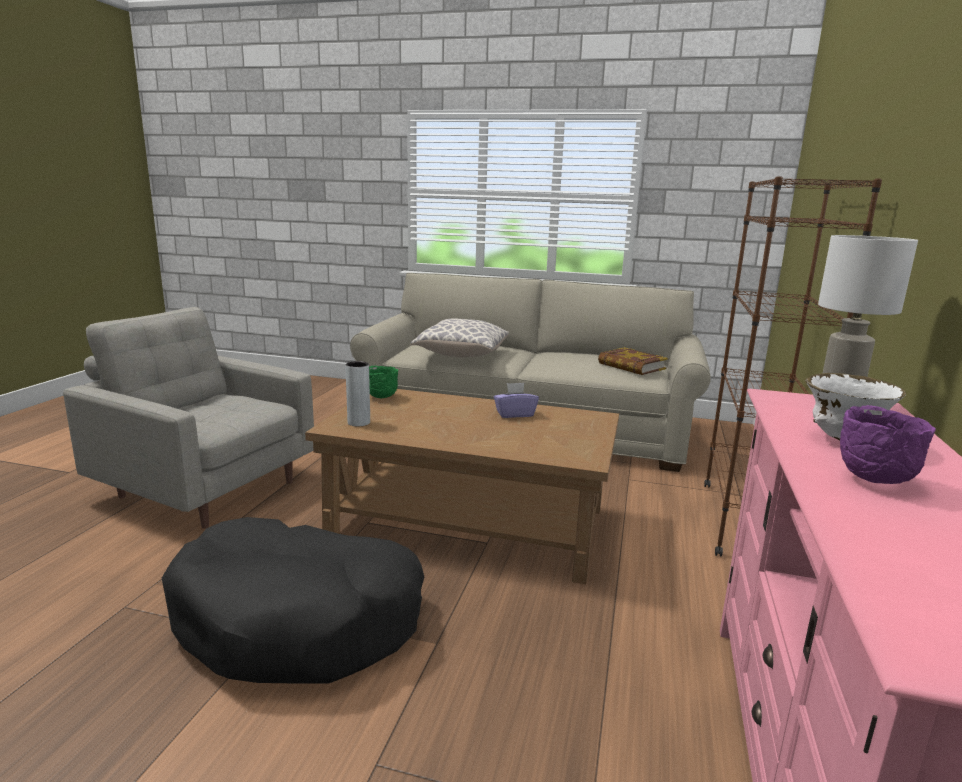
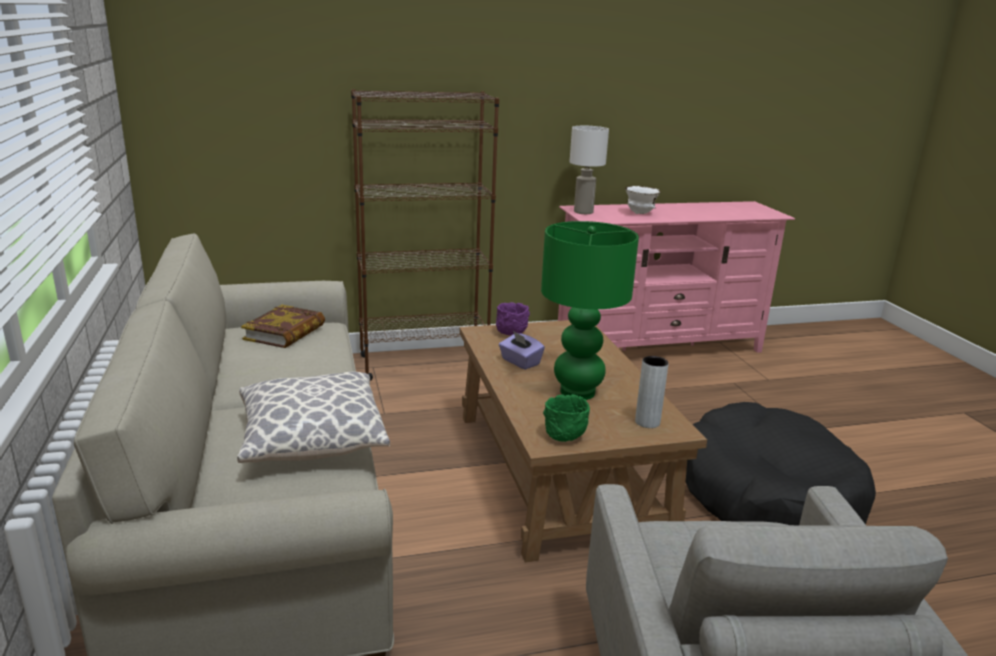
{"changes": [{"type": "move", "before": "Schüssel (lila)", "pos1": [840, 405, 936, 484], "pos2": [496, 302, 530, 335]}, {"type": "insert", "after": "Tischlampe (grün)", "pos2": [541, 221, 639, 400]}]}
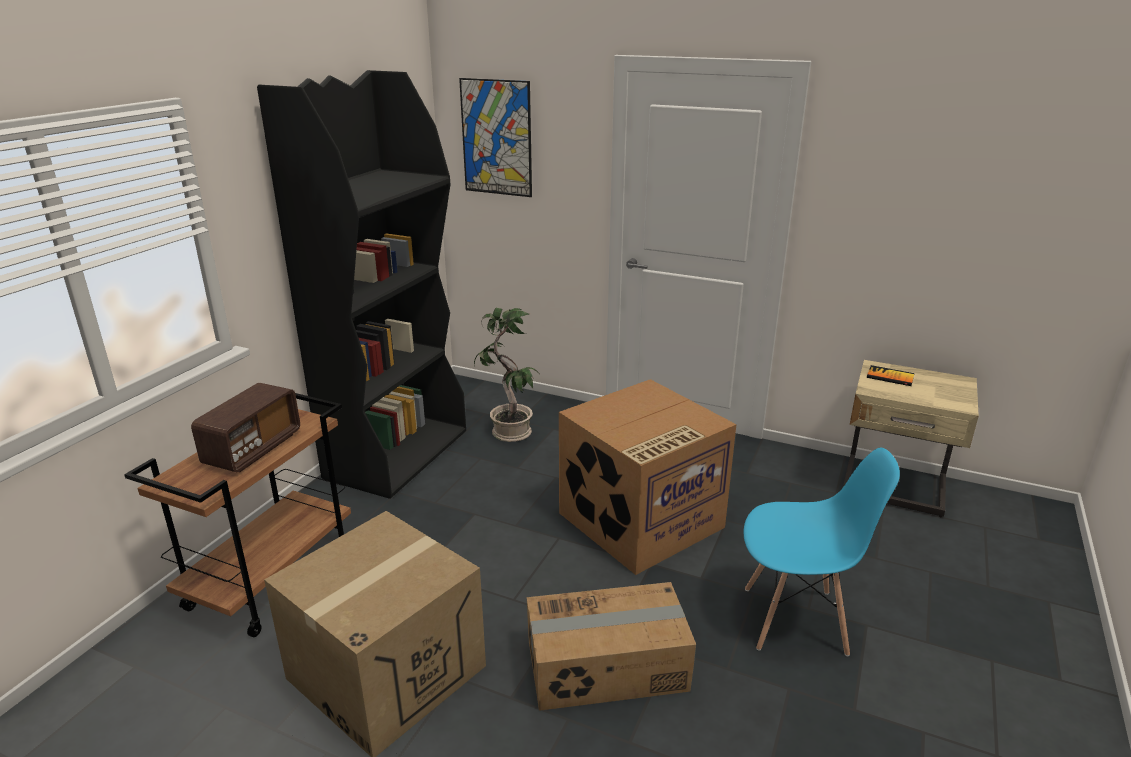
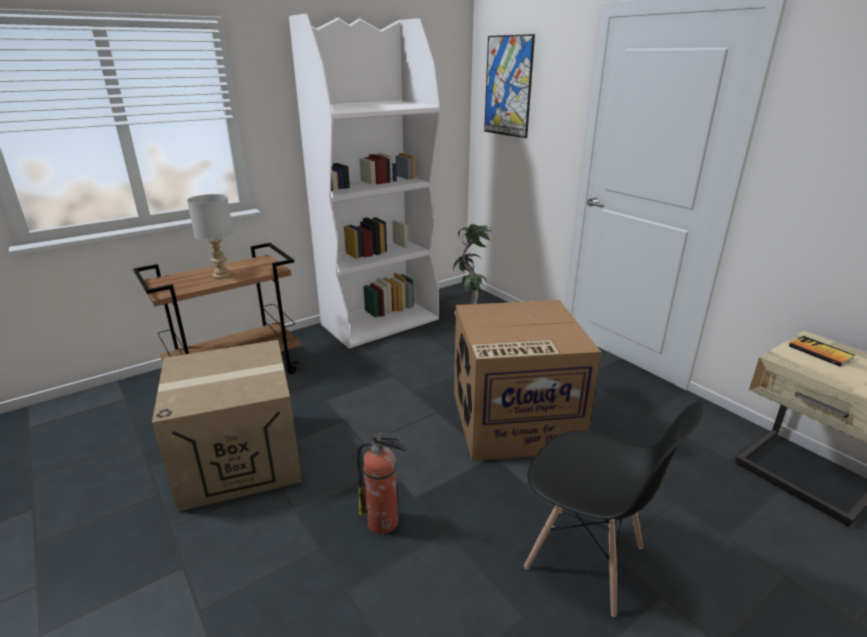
{"changes": [{"type": "replace", "before": "Radio", "after": "Tischlampe (grau)", "pos1": [191, 383, 300, 472], "pos2": [187, 194, 234, 279]}, {"type": "recolor", "before": "Bücherregal (schwarz)", "after": "Bücherregal (weiß)", "pos1": [257, 70, 466, 499], "pos2": [289, 14, 440, 349]}, {"type": "replace", "before": "Karton", "after": "Feuerlöscher", "pos1": [527, 582, 696, 711], "pos2": [356, 433, 407, 534]}, {"type": "recolor", "before": "Stuhl (blau)", "after": "Stuhl (schwarz)", "pos1": [744, 448, 900, 656], "pos2": [524, 401, 703, 617]}]}
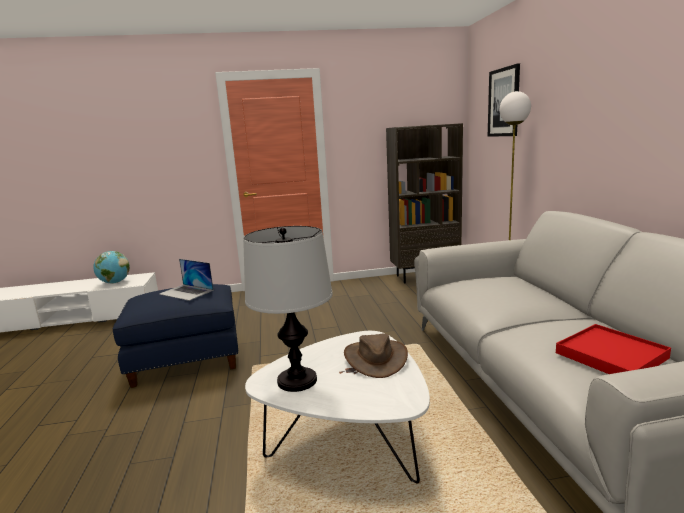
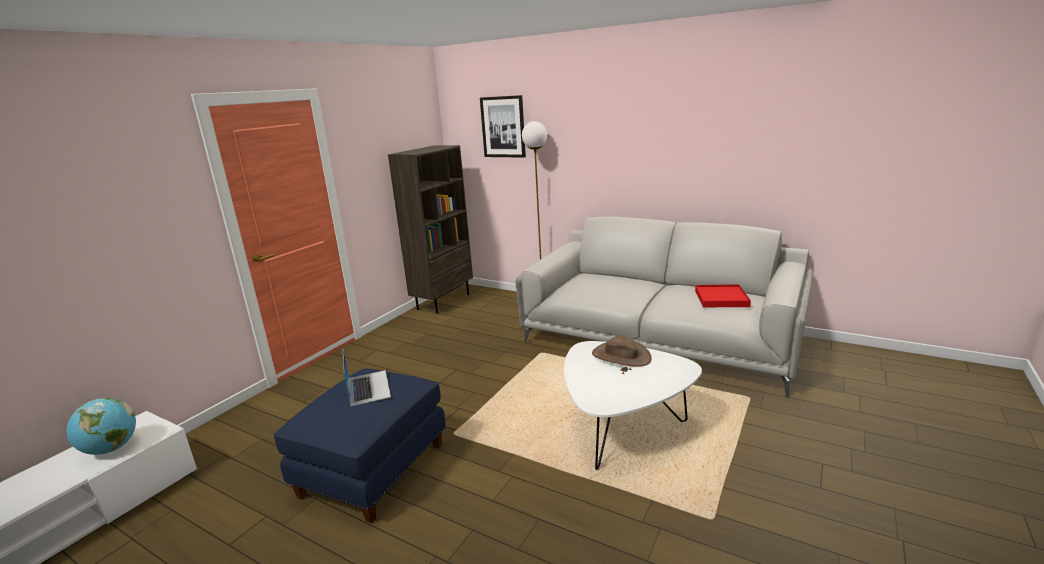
{"changes": [{"type": "rotate", "before": "Laptop", "pos1": [160, 259, 214, 301], "pos2": [343, 350, 391, 407], "turn": -90}, {"type": "delete", "before": "Tischlampe", "pos1": [243, 226, 333, 392]}]}
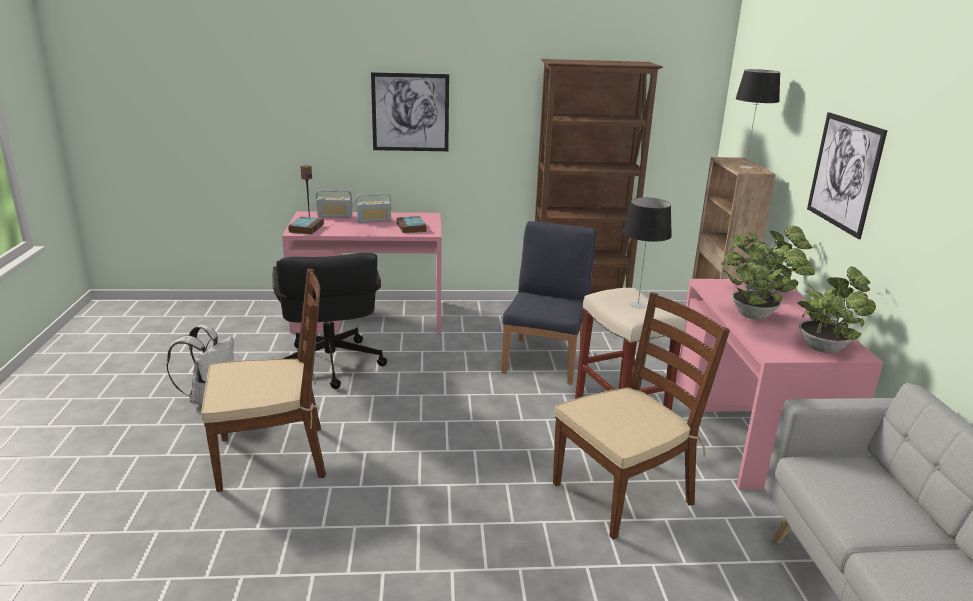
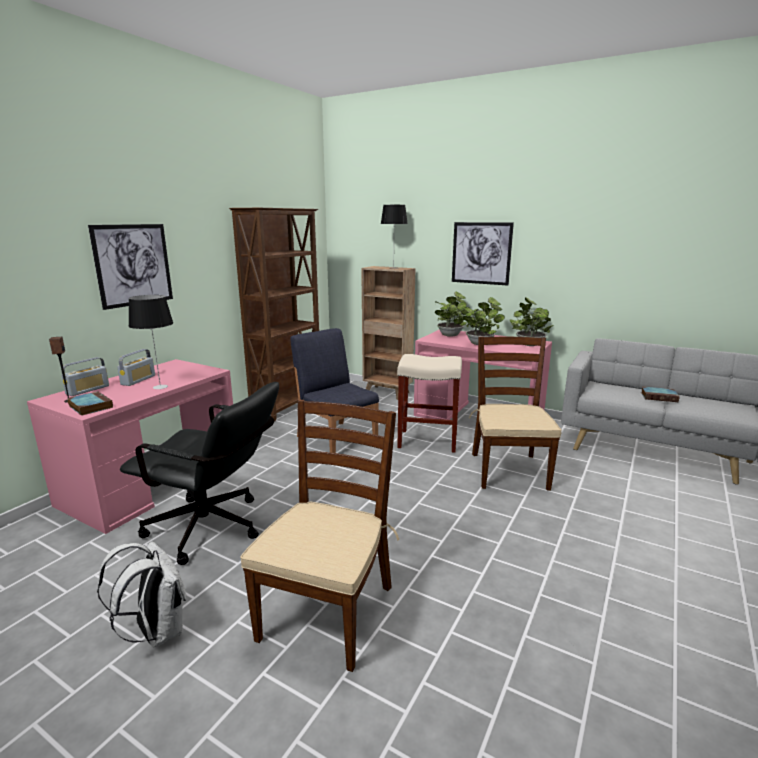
{"changes": [{"type": "move", "before": "Buch", "pos1": [396, 216, 427, 233], "pos2": [641, 386, 680, 402]}, {"type": "move", "before": "Tischlampe", "pos1": [623, 197, 672, 308], "pos2": [129, 295, 173, 389]}]}
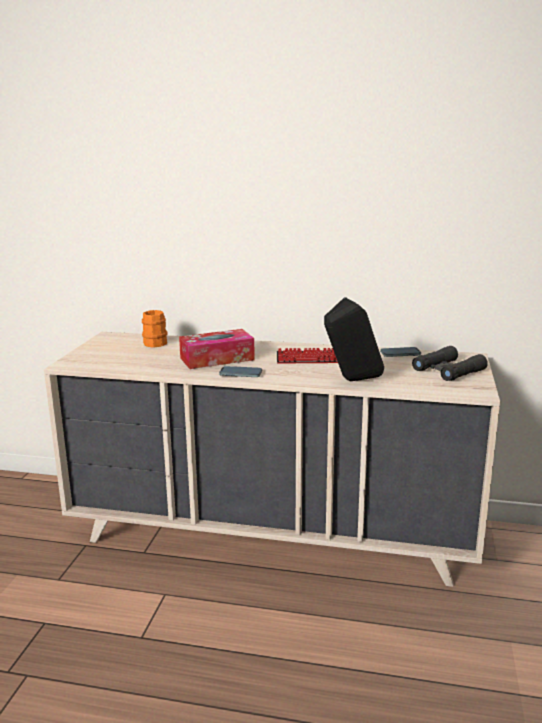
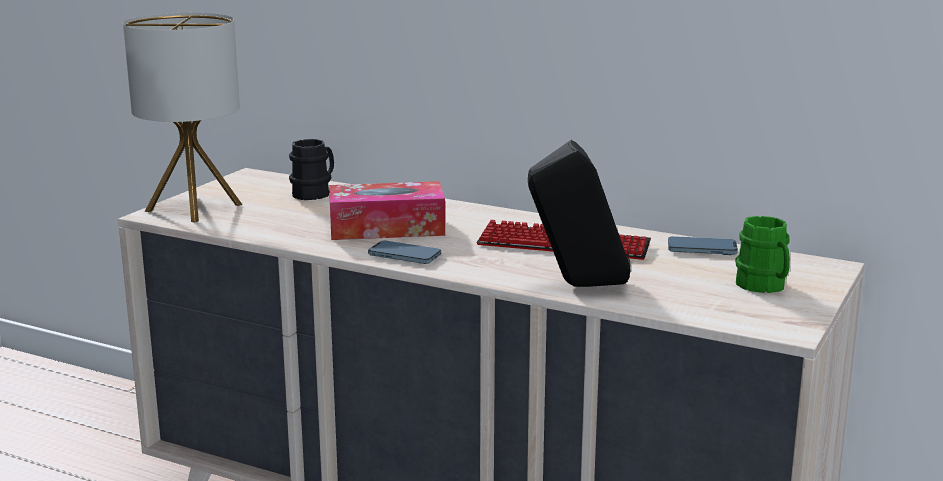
{"changes": [{"type": "recolor", "before": "Henkelbecher (orange)", "after": "Henkelbecher (schwarz)", "pos1": [142, 310, 167, 348], "pos2": [289, 139, 334, 200]}, {"type": "replace", "before": "Fernglas (schwarz)", "after": "Henkelbecher (grün)", "pos1": [412, 346, 488, 381], "pos2": [735, 216, 790, 293]}, {"type": "insert", "after": "Tischlampe", "pos2": [123, 13, 242, 223]}]}
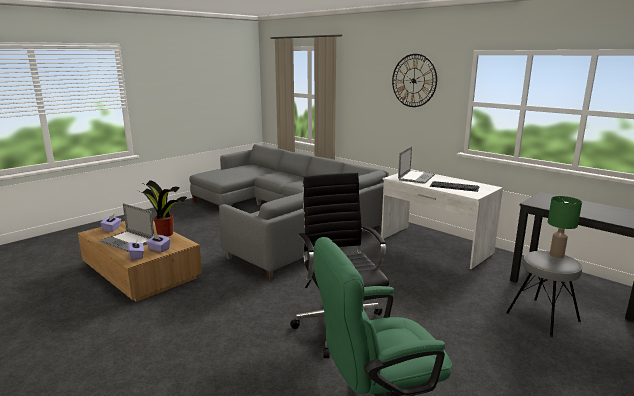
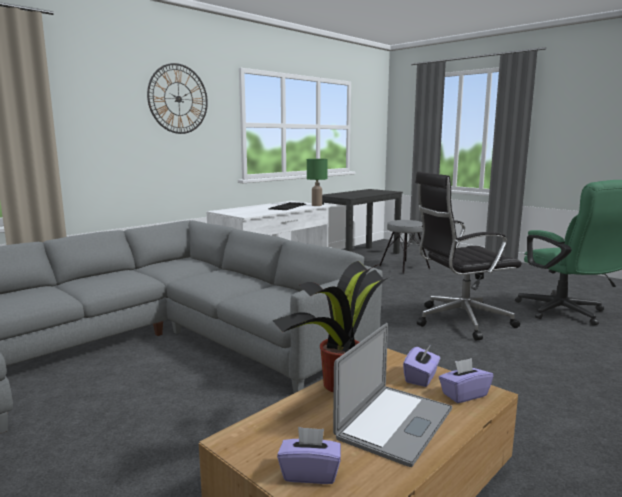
{"changes": [{"type": "delete", "before": "Laptop", "pos1": [398, 146, 435, 184]}, {"type": "move", "before": "Tischlampe (grün)", "pos1": [548, 196, 582, 258], "pos2": [307, 159, 328, 206]}]}
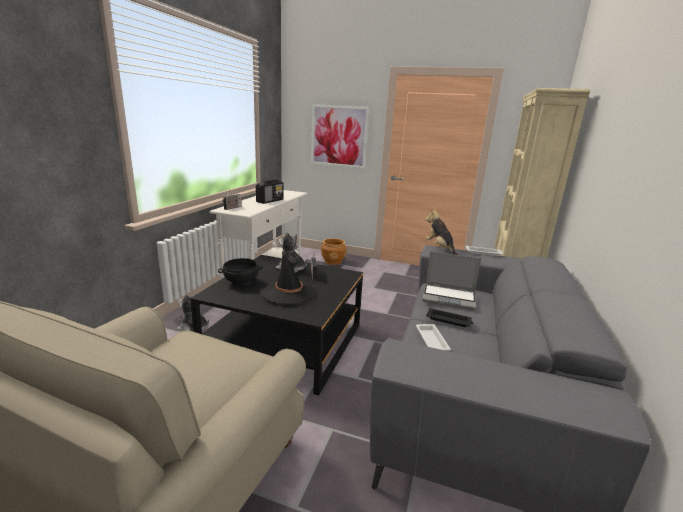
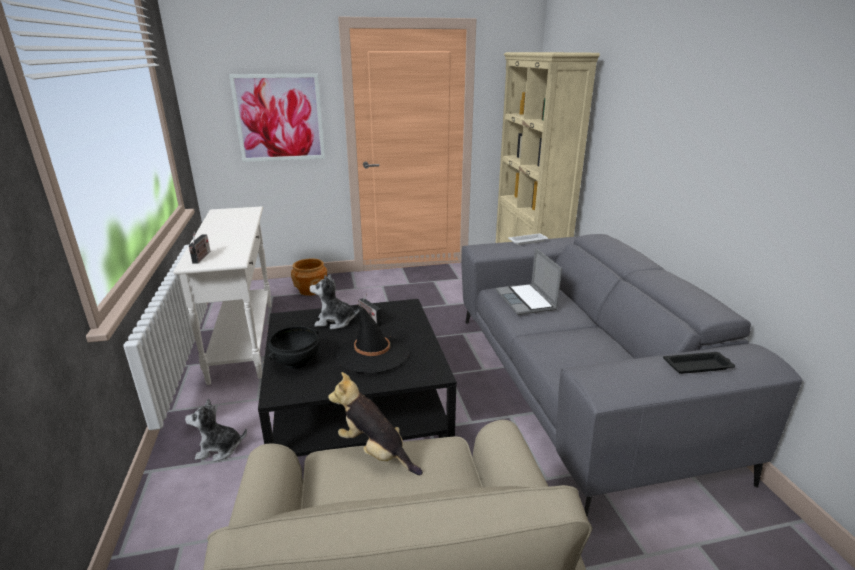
{"changes": [{"type": "delete", "before": "Radio", "pos1": [256, 179, 284, 204]}, {"type": "delete", "before": "Tablett (weiß)", "pos1": [416, 324, 451, 351]}, {"type": "rotate", "before": "Laptop", "pos1": [422, 251, 481, 310], "pos2": [496, 248, 562, 315], "turn": 90}, {"type": "move", "before": "Plüschtier", "pos1": [425, 209, 459, 255], "pos2": [328, 372, 423, 475]}, {"type": "move", "before": "Tablett (schwarz)", "pos1": [426, 308, 473, 327], "pos2": [663, 352, 735, 374]}]}
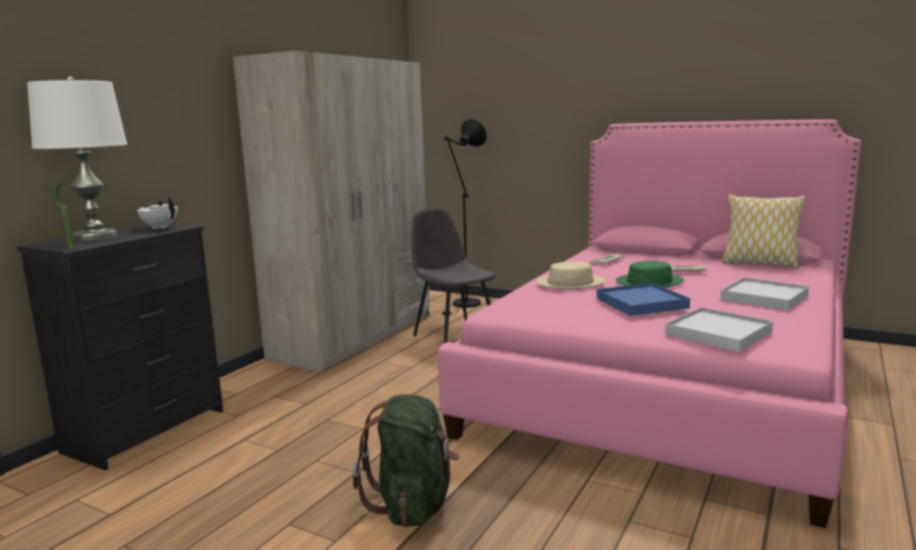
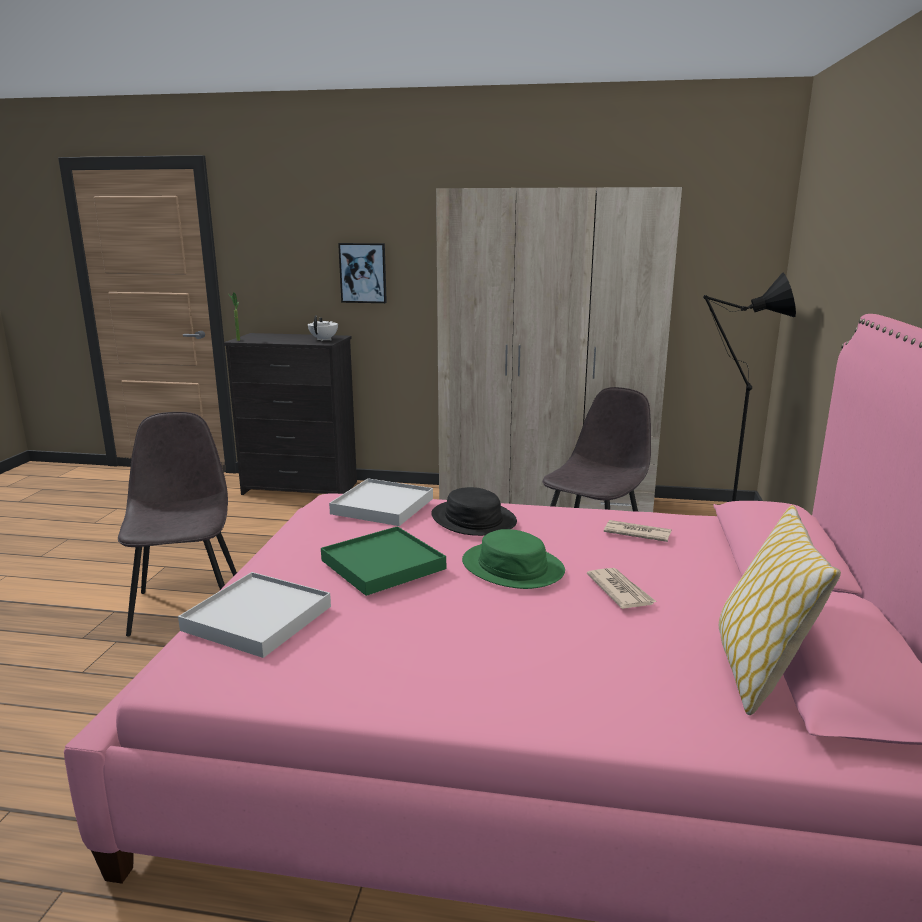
{"changes": [{"type": "delete", "before": "Tischlampe (weiß)", "pos1": [27, 76, 127, 241]}, {"type": "replace", "before": "Rucksack (grün)", "after": "Stuhl (grau)", "pos1": [353, 394, 459, 527], "pos2": [118, 412, 237, 636]}, {"type": "recolor", "before": "Hut (beige)", "after": "Hut (schwarz)", "pos1": [536, 262, 605, 289], "pos2": [431, 487, 517, 536]}, {"type": "recolor", "before": "Tablett (blau)", "after": "Tablett (grün)", "pos1": [597, 283, 690, 316], "pos2": [321, 526, 446, 596]}, {"type": "move", "before": "Tablett (weiß)", "pos1": [721, 277, 809, 310], "pos2": [329, 478, 433, 526]}, {"type": "insert", "after": "Bild", "pos2": [338, 243, 387, 303]}]}
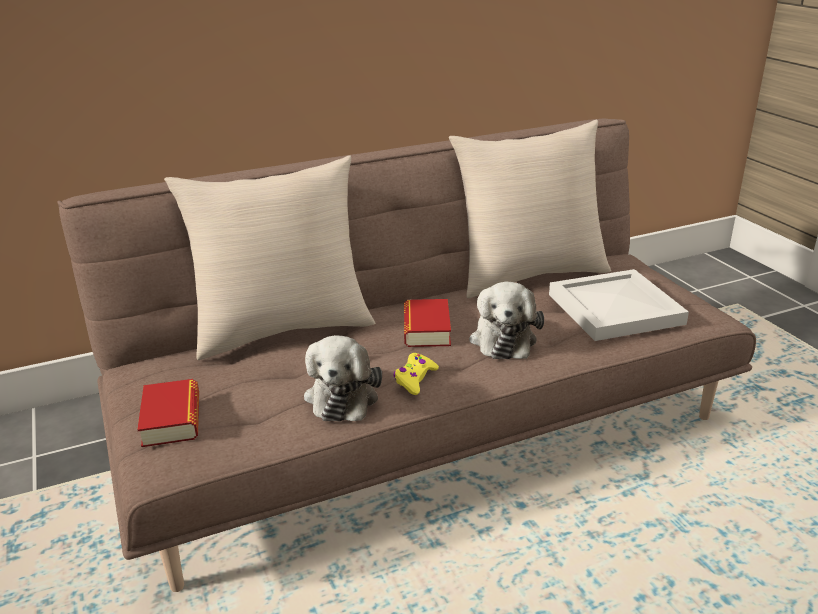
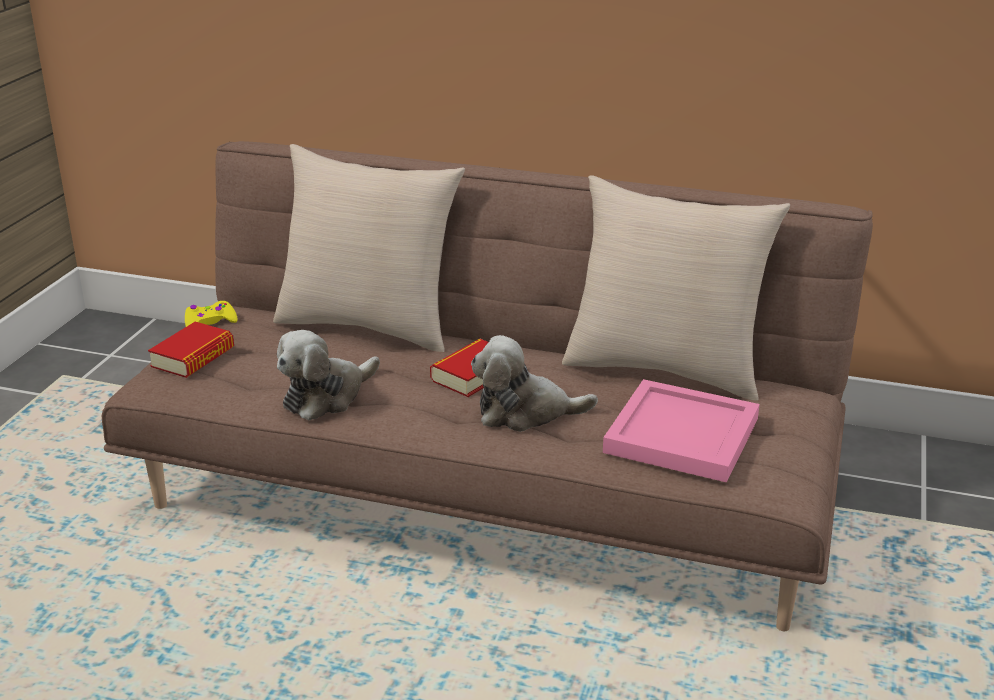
{"changes": [{"type": "move", "before": "Gamepad (gelb)", "pos1": [393, 353, 439, 395], "pos2": [185, 301, 238, 327]}, {"type": "rotate", "before": "Plüschtier", "pos1": [469, 282, 544, 359], "pos2": [471, 335, 598, 432], "turn": 45}, {"type": "recolor", "before": "Tablett (weiß)", "after": "Tablett (rosa)", "pos1": [549, 269, 689, 341], "pos2": [603, 379, 760, 483]}]}
